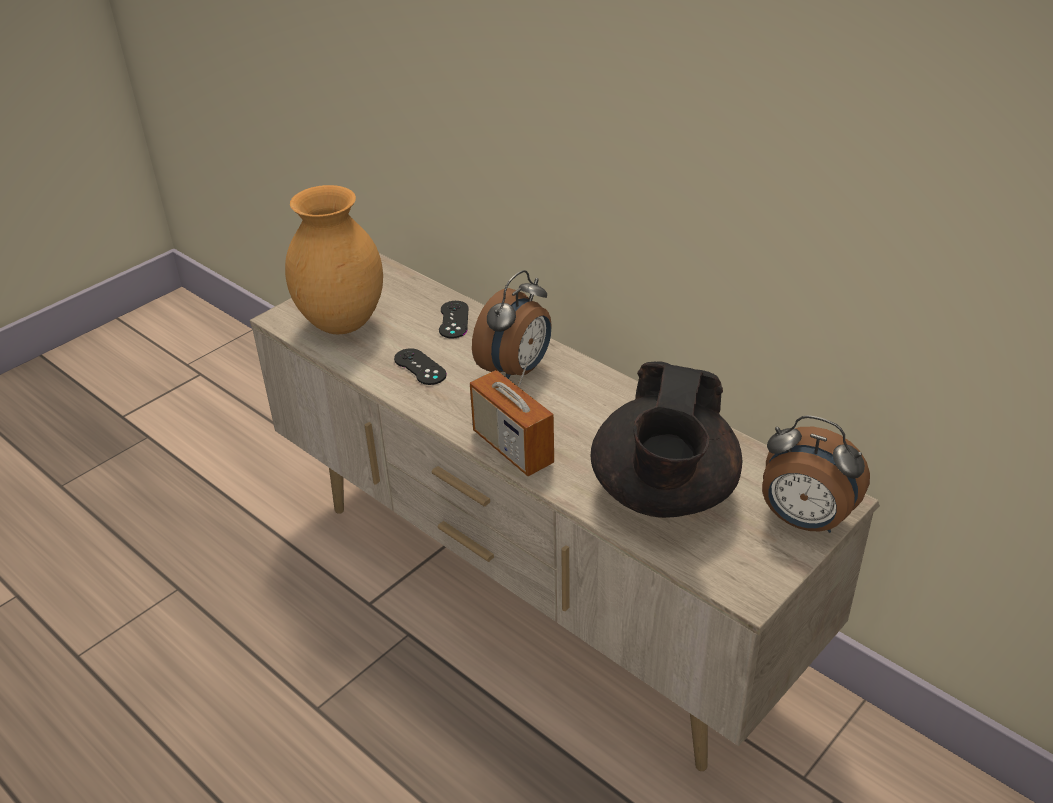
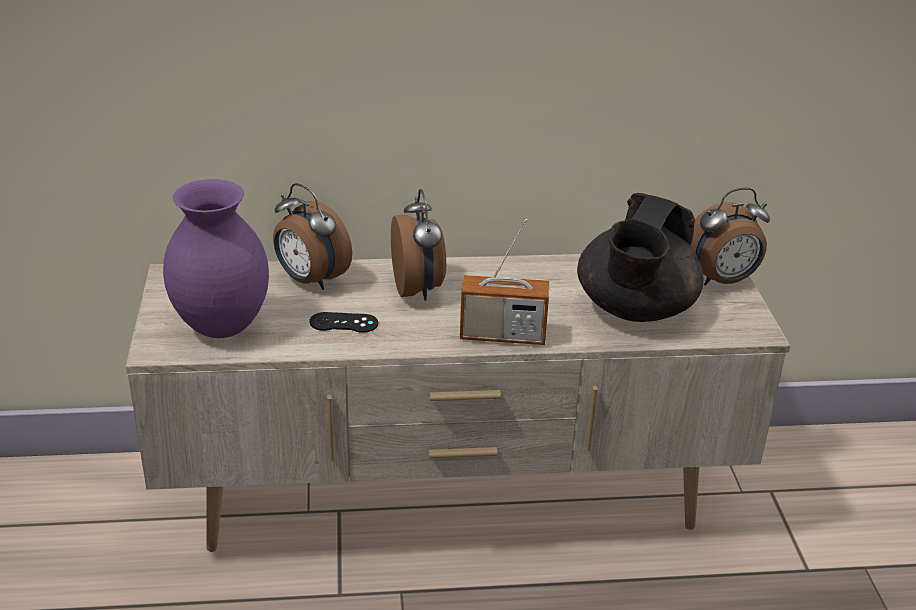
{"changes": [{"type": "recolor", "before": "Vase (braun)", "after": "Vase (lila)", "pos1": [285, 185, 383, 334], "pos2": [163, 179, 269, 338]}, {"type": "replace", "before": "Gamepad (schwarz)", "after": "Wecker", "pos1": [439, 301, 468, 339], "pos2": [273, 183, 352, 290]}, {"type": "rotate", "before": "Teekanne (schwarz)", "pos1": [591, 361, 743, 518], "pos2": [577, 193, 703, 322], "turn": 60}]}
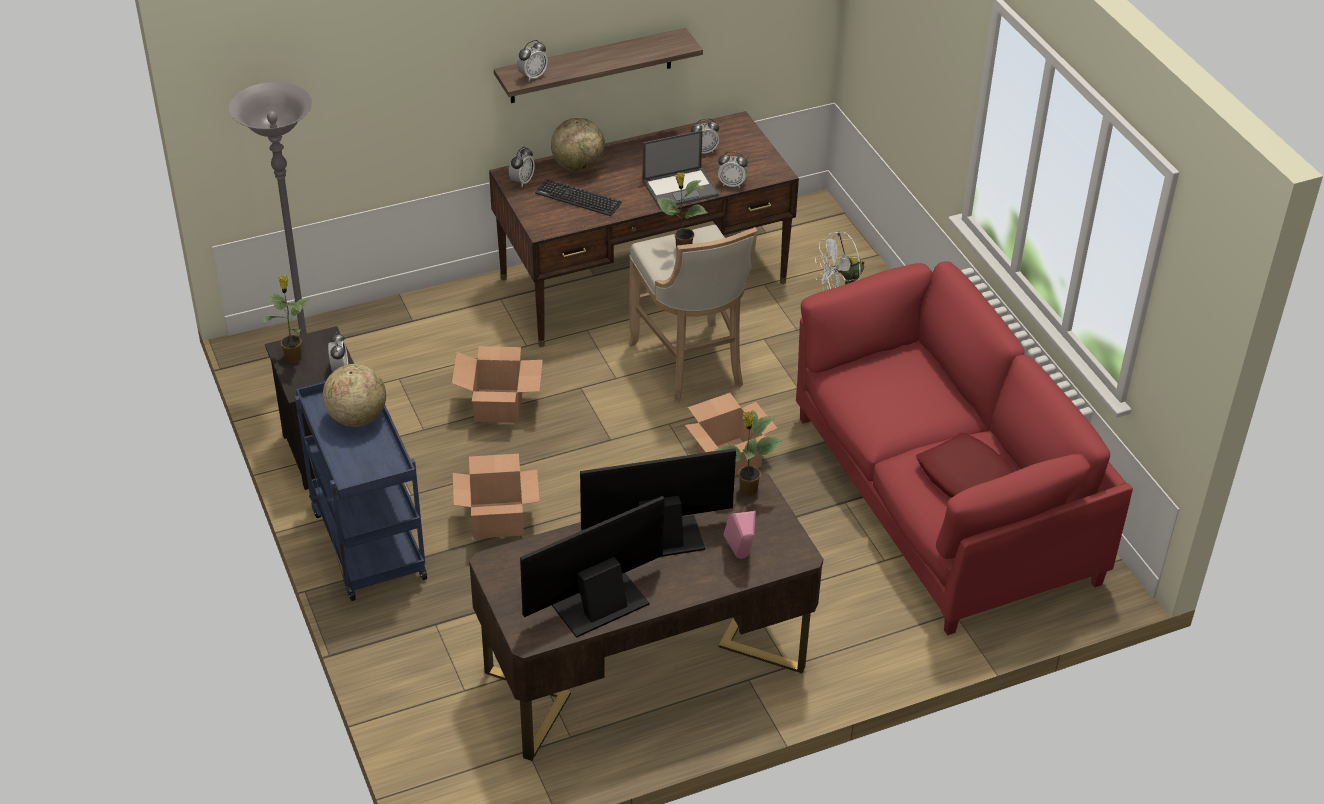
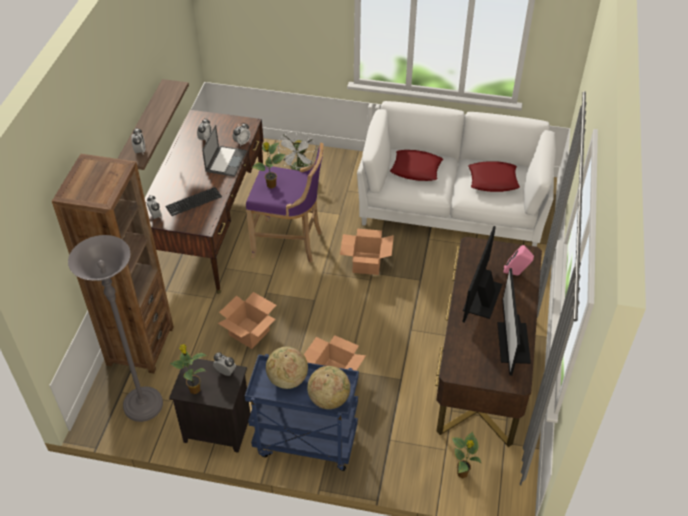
{"changes": [{"type": "move", "before": "Globus", "pos1": [551, 117, 605, 172], "pos2": [307, 366, 350, 409]}, {"type": "recolor", "before": "Hocker (beige)", "after": "Hocker (lila)", "pos1": [628, 225, 758, 404], "pos2": [246, 143, 324, 263]}, {"type": "move", "before": "Topfpflanze", "pos1": [715, 410, 783, 496], "pos2": [452, 431, 481, 478]}, {"type": "recolor", "before": "Sofa (rot)", "after": "Sofa (weiß)", "pos1": [796, 261, 1133, 635], "pos2": [357, 101, 556, 247]}, {"type": "insert", "after": "Bücherregal (braun)", "pos2": [52, 154, 174, 374]}, {"type": "insert", "after": "Kissen (rot)", "pos2": [390, 150, 443, 181]}]}
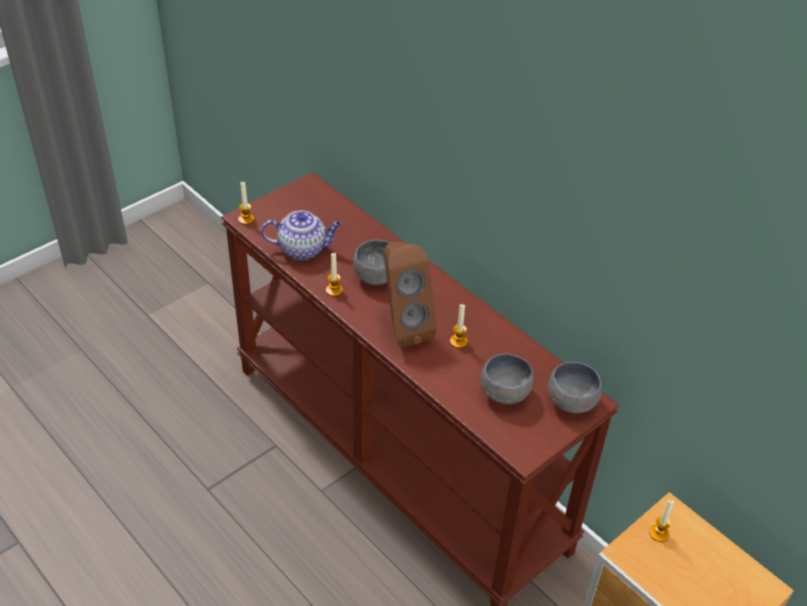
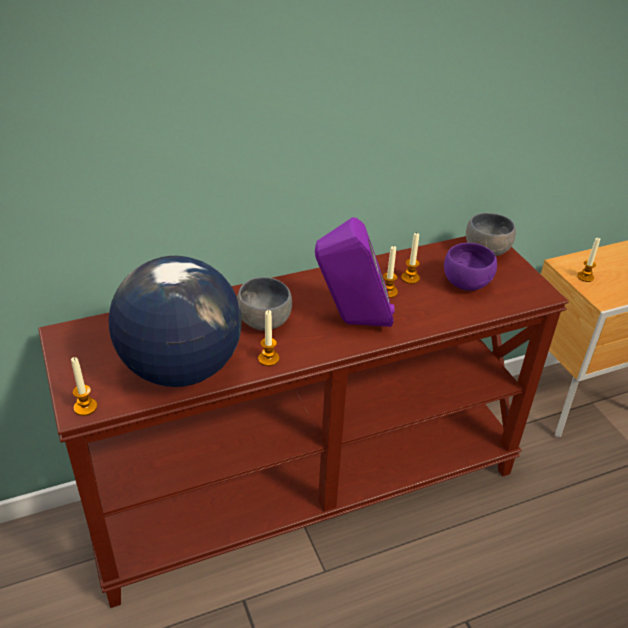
{"changes": [{"type": "replace", "before": "Teekanne", "after": "Globus", "pos1": [261, 210, 342, 260], "pos2": [108, 256, 242, 387]}, {"type": "recolor", "before": "Lautsprecher (braun)", "after": "Lautsprecher (lila)", "pos1": [384, 242, 437, 347], "pos2": [315, 217, 394, 327]}, {"type": "recolor", "before": "Schüssel (grau)", "after": "Schüssel (lila)", "pos1": [481, 354, 534, 405], "pos2": [444, 243, 497, 291]}, {"type": "insert", "after": "Kerze", "pos2": [401, 233, 420, 284]}]}
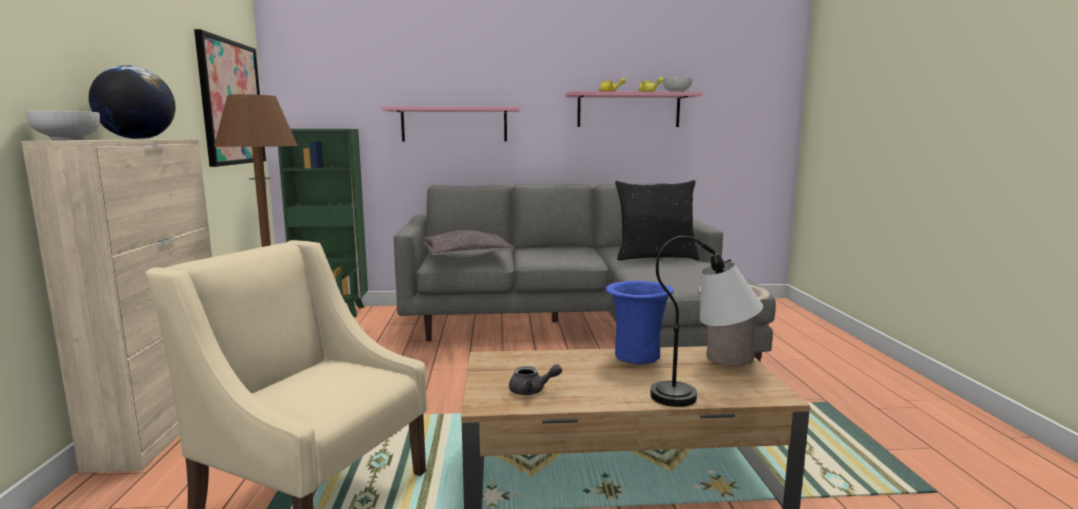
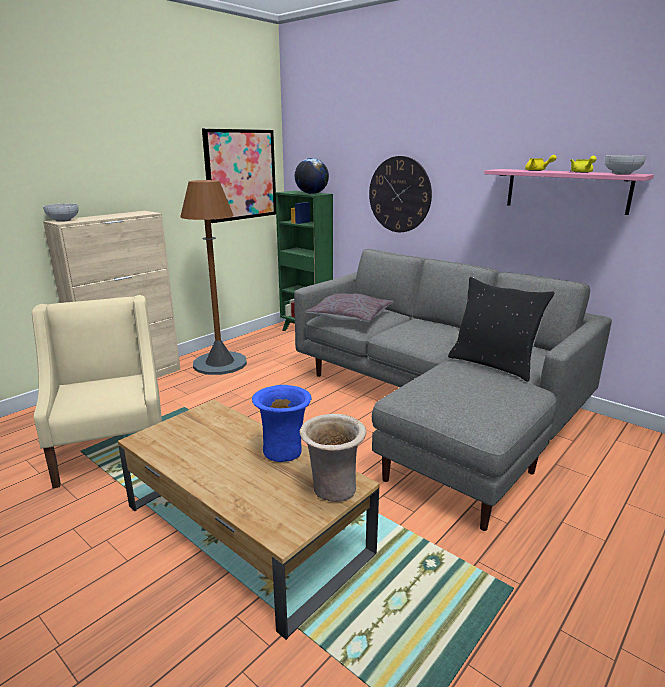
{"changes": [{"type": "move", "before": "Globus", "pos1": [89, 65, 176, 139], "pos2": [295, 158, 329, 194]}, {"type": "replace", "before": "Wandregal (rosa)", "after": "Wanduhr", "pos1": [382, 106, 520, 142], "pos2": [369, 156, 432, 232]}, {"type": "delete", "before": "Teekanne (grau)", "pos1": [509, 364, 562, 395]}, {"type": "delete", "before": "Tischlampe", "pos1": [650, 236, 763, 407]}]}
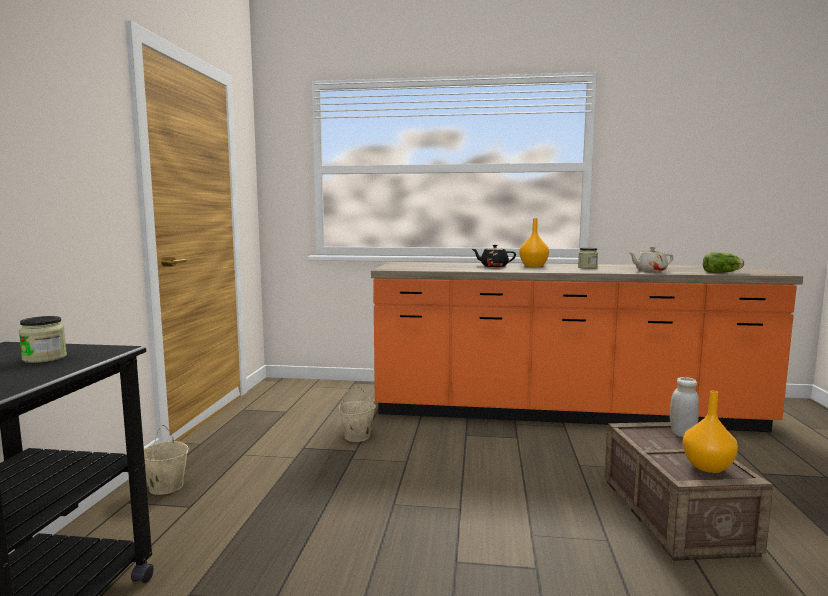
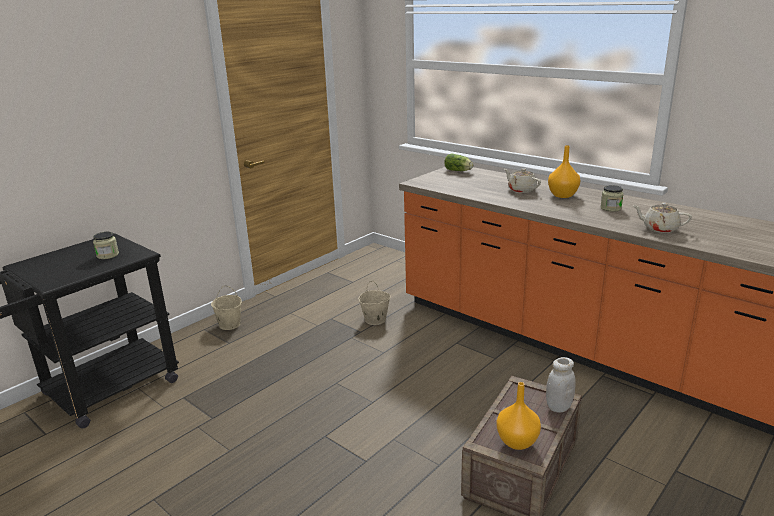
{"changes": [{"type": "recolor", "before": "Teekanne (schwarz)", "after": "Teekanne (beige)", "pos1": [472, 245, 516, 267], "pos2": [504, 168, 541, 193]}, {"type": "move", "before": "Salatkopf", "pos1": [703, 252, 744, 273], "pos2": [444, 154, 473, 171]}]}
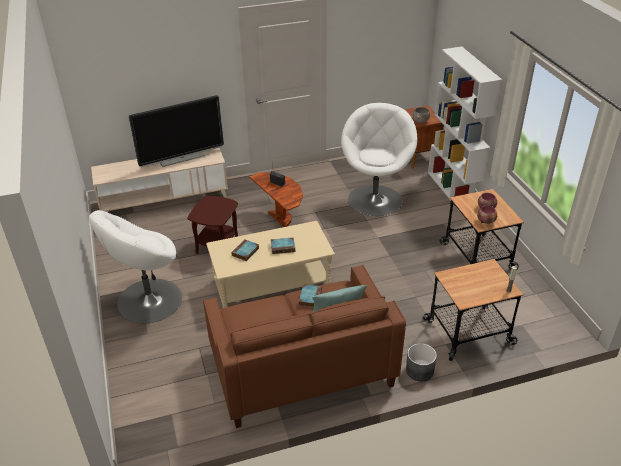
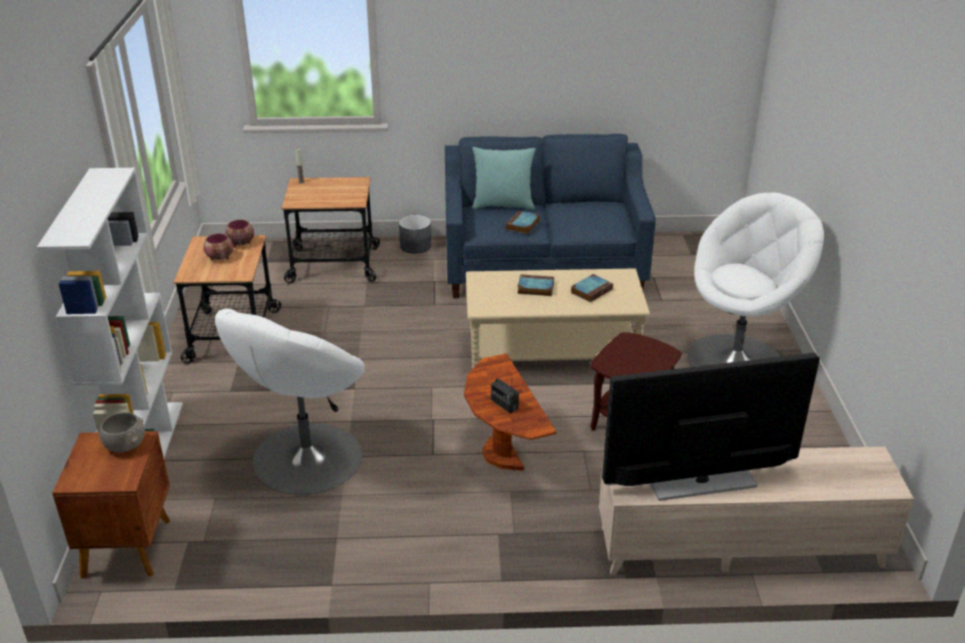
{"changes": [{"type": "recolor", "before": "Sofa (braun)", "after": "Sofa (blau)", "pos1": [203, 265, 406, 428], "pos2": [445, 134, 656, 298]}]}
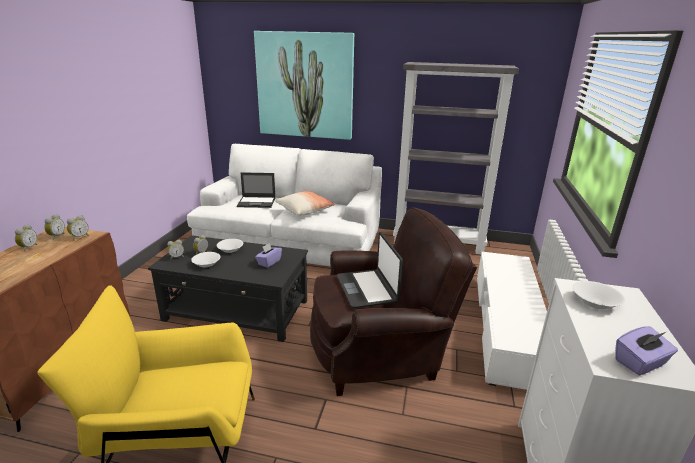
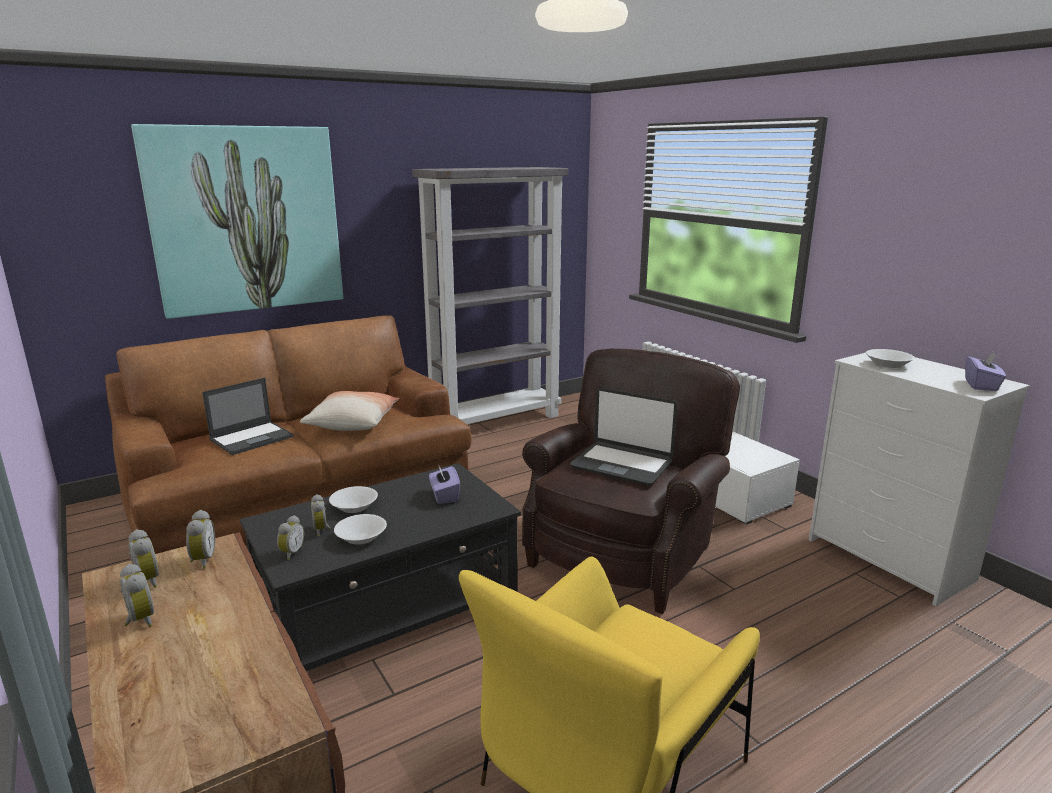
{"changes": [{"type": "recolor", "before": "Sofa (weiß)", "after": "Sofa (braun)", "pos1": [187, 144, 382, 266], "pos2": [105, 315, 471, 554]}]}
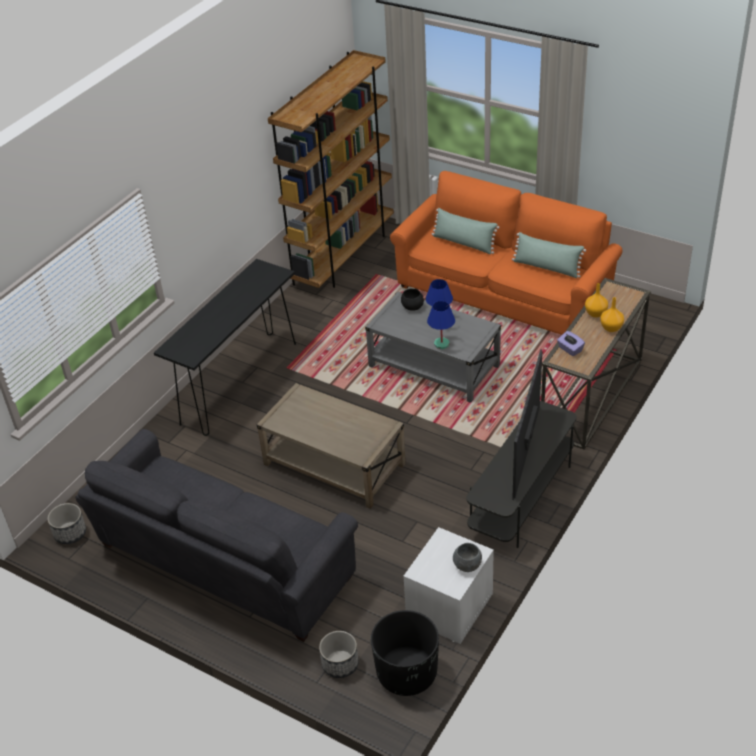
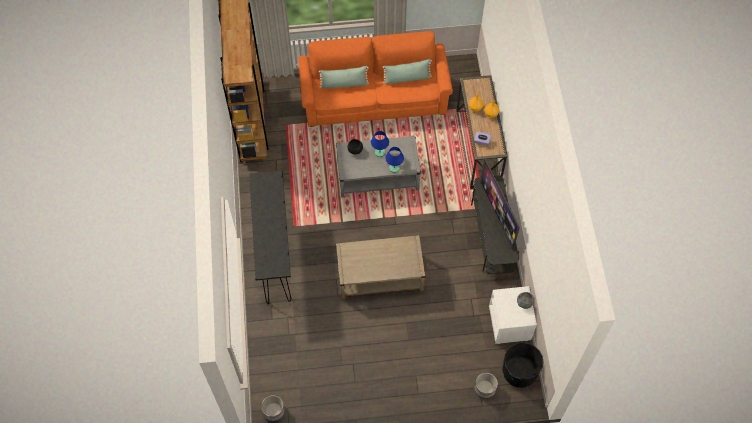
{"changes": [{"type": "delete", "before": "Sofa (grau)", "pos1": [75, 429, 358, 642]}]}
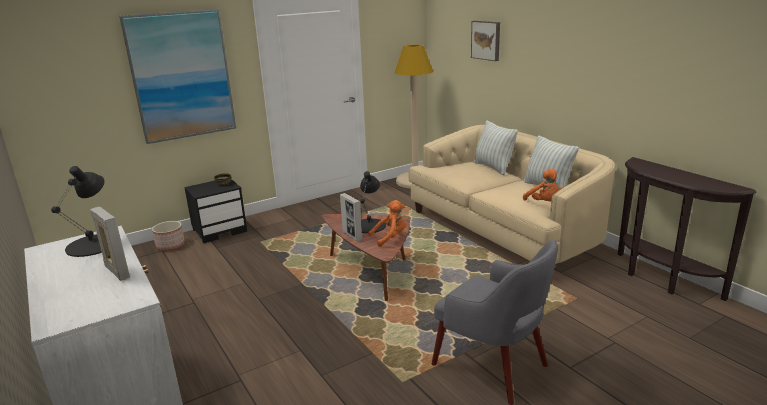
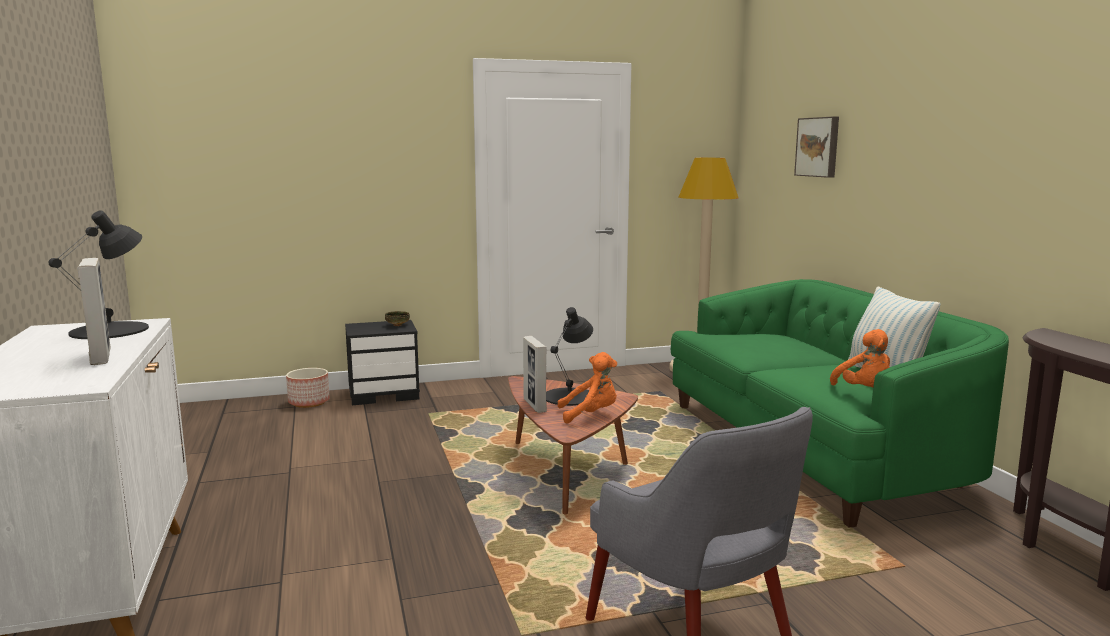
{"changes": [{"type": "delete", "before": "Bild", "pos1": [119, 9, 236, 144]}, {"type": "recolor", "before": "Sofa (beige)", "after": "Sofa (grün)", "pos1": [409, 125, 615, 264], "pos2": [671, 279, 1009, 528]}, {"type": "delete", "before": "Kissen", "pos1": [474, 121, 518, 175]}]}
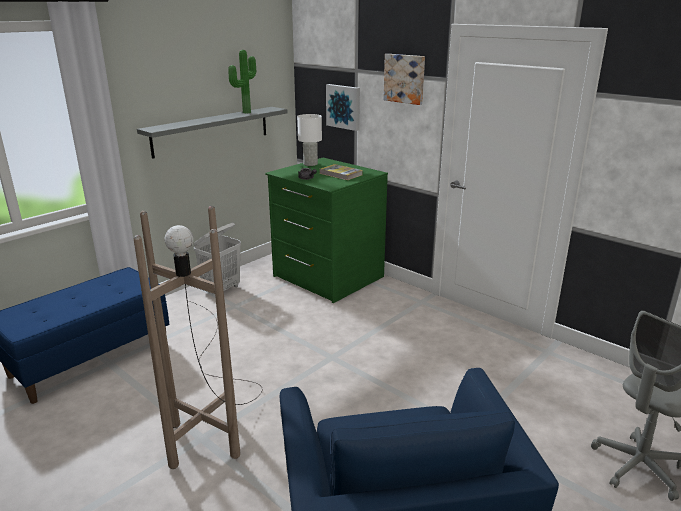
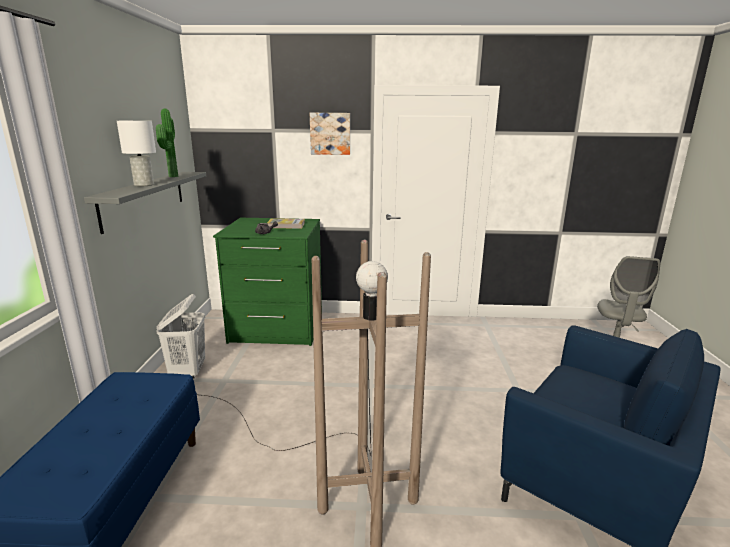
{"changes": [{"type": "move", "before": "Tischlampe (weiß)", "pos1": [297, 114, 322, 166], "pos2": [117, 121, 156, 186]}, {"type": "delete", "before": "Bild", "pos1": [326, 84, 360, 131]}]}
